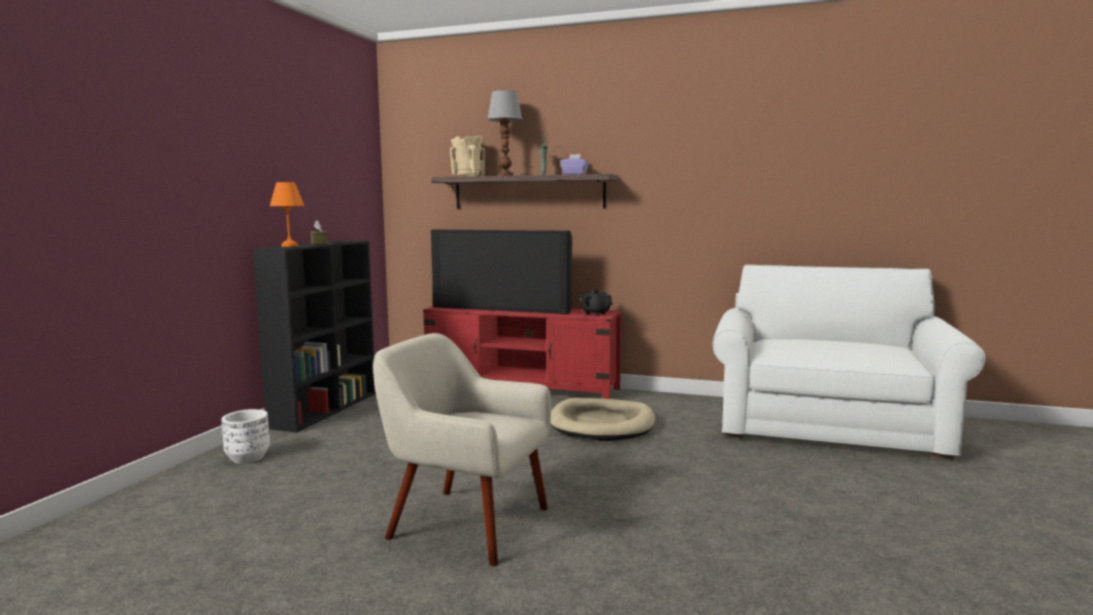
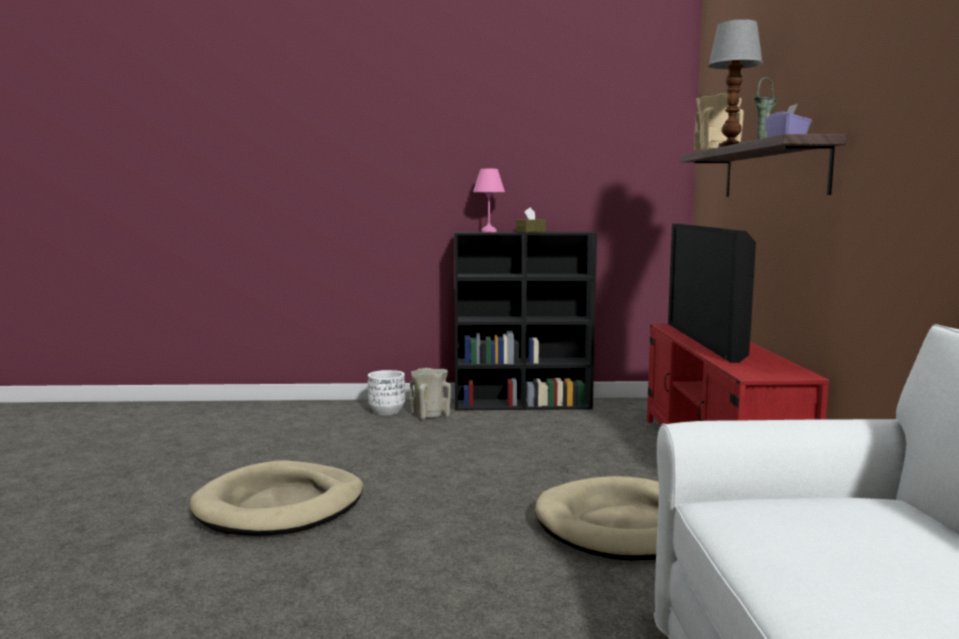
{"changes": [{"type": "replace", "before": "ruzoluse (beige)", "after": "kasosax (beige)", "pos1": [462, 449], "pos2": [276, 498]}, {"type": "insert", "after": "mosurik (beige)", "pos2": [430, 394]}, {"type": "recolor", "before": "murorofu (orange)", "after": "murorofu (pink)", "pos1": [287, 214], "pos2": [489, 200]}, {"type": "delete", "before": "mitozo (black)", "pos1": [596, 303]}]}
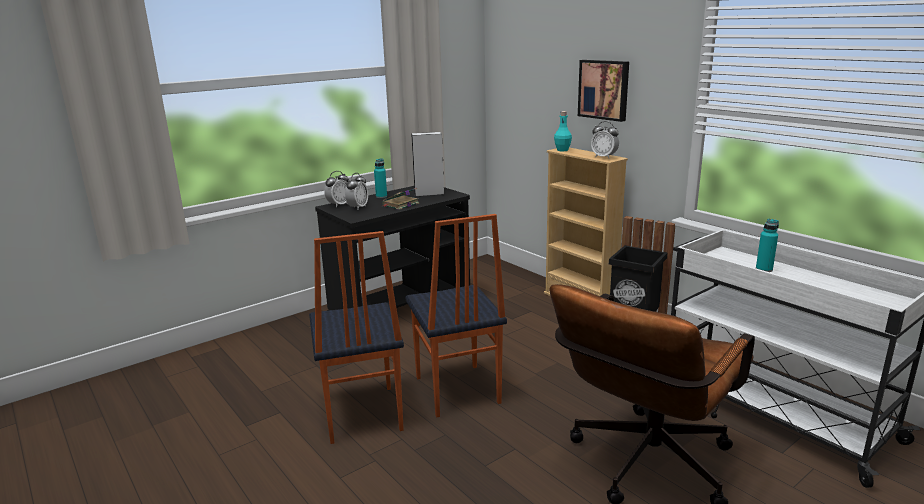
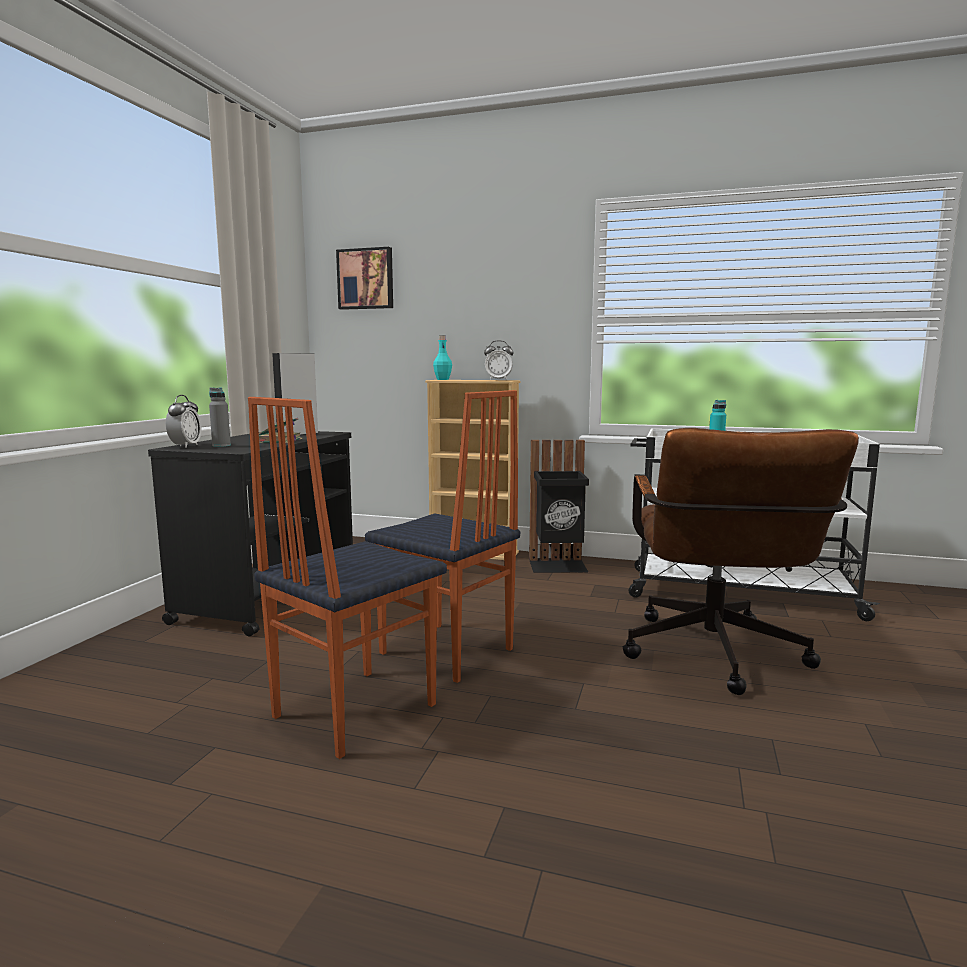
{"changes": [{"type": "replace", "before": "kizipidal", "after": "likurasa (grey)", "pos1": [356, 191], "pos2": [220, 417]}, {"type": "rotate", "before": "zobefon", "pos1": [356, 337], "pos2": [347, 578], "turn": 90}, {"type": "move", "before": "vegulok", "pos1": [603, 91], "pos2": [364, 278]}, {"type": "delete", "before": "likurasa (turquoise)", "pos1": [380, 178]}]}
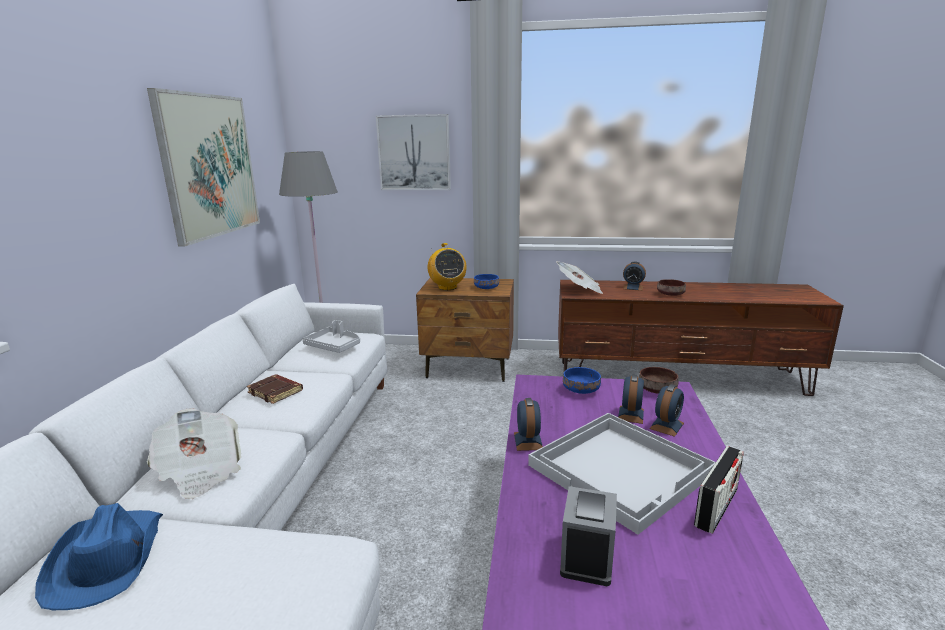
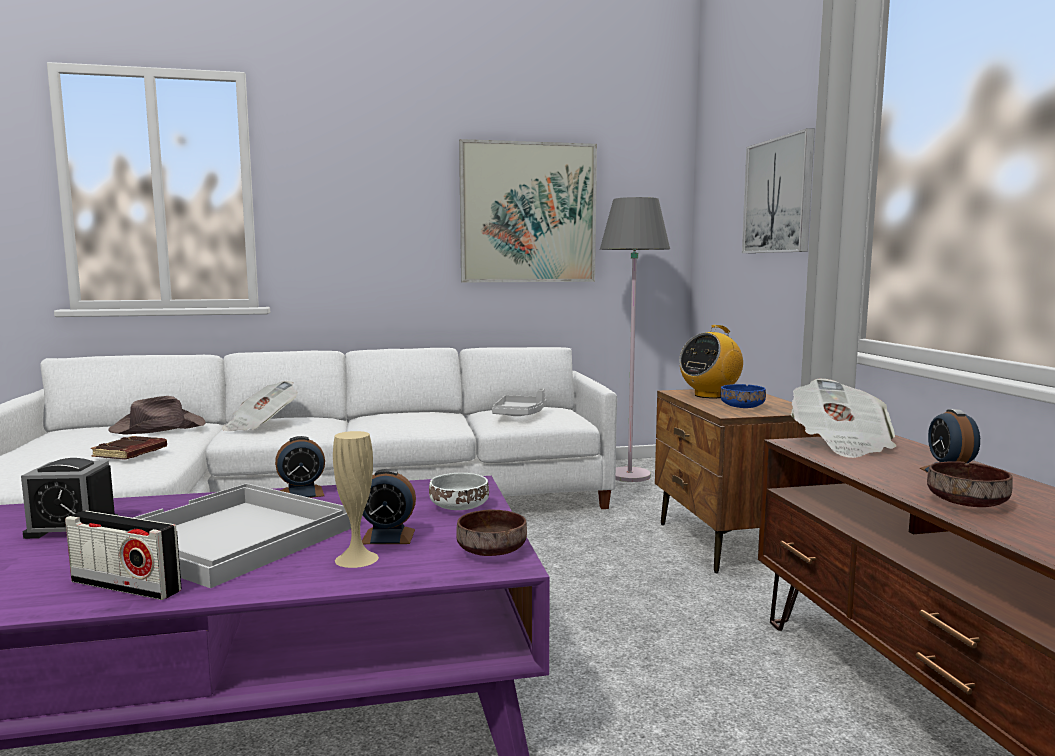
{"changes": [{"type": "move", "before": "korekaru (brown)", "pos1": [275, 389], "pos2": [129, 448]}, {"type": "recolor", "before": "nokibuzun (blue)", "after": "nokibuzun (brown)", "pos1": [99, 556], "pos2": [156, 415]}, {"type": "replace", "before": "kizipidal", "after": "mosurik (beige)", "pos1": [667, 410], "pos2": [356, 499]}, {"type": "recolor", "before": "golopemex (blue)", "after": "golopemex (white)", "pos1": [582, 380], "pos2": [459, 491]}]}
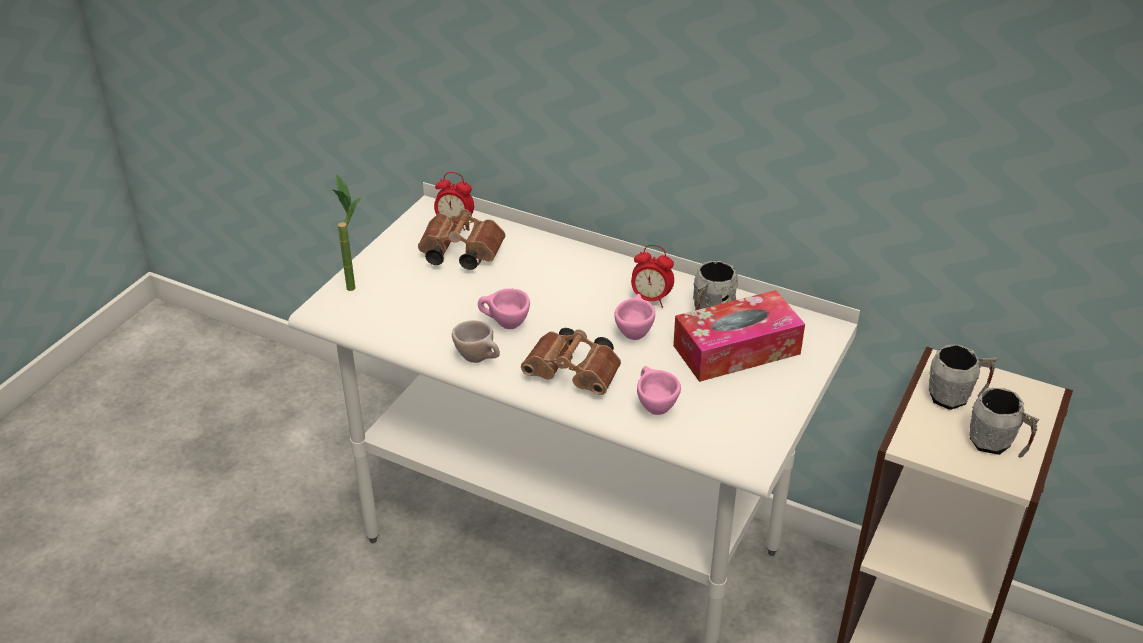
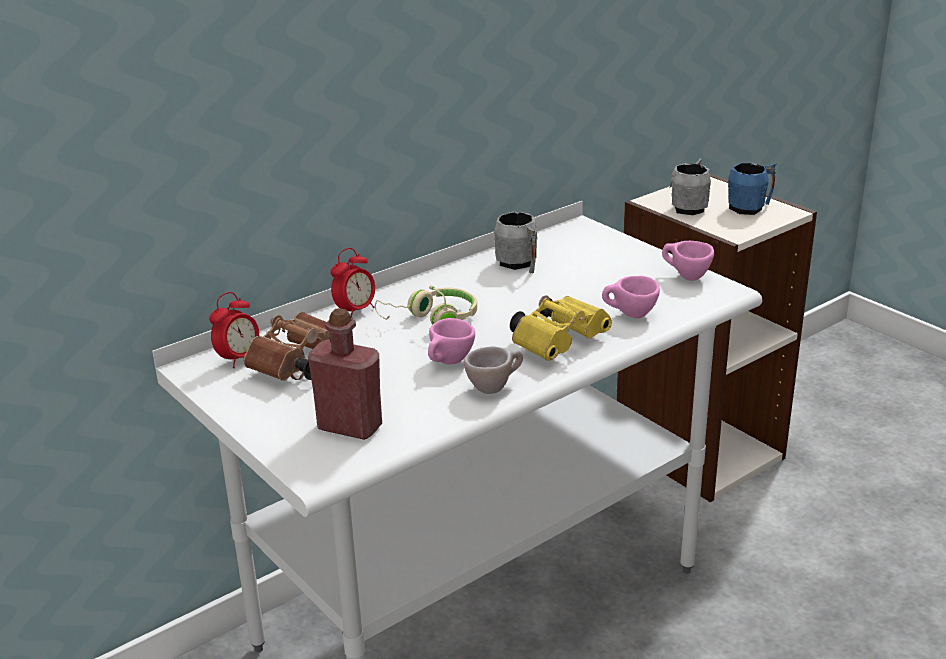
{"changes": [{"type": "insert", "after": "likurasa (red)", "pos2": [345, 374]}, {"type": "move", "before": "kizipidal", "pos1": [652, 276], "pos2": [353, 283]}, {"type": "insert", "after": "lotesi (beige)", "pos2": [426, 305]}, {"type": "recolor", "before": "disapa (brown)", "after": "disapa (yellow)", "pos1": [571, 361], "pos2": [561, 328]}, {"type": "move", "before": "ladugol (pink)", "pos1": [634, 317], "pos2": [688, 261]}, {"type": "recolor", "before": "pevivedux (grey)", "after": "pevivedux (blue)", "pos1": [1004, 423], "pos2": [752, 189]}, {"type": "delete", "before": "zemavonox", "pos1": [346, 232]}, {"type": "delete", "before": "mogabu", "pos1": [739, 336]}]}
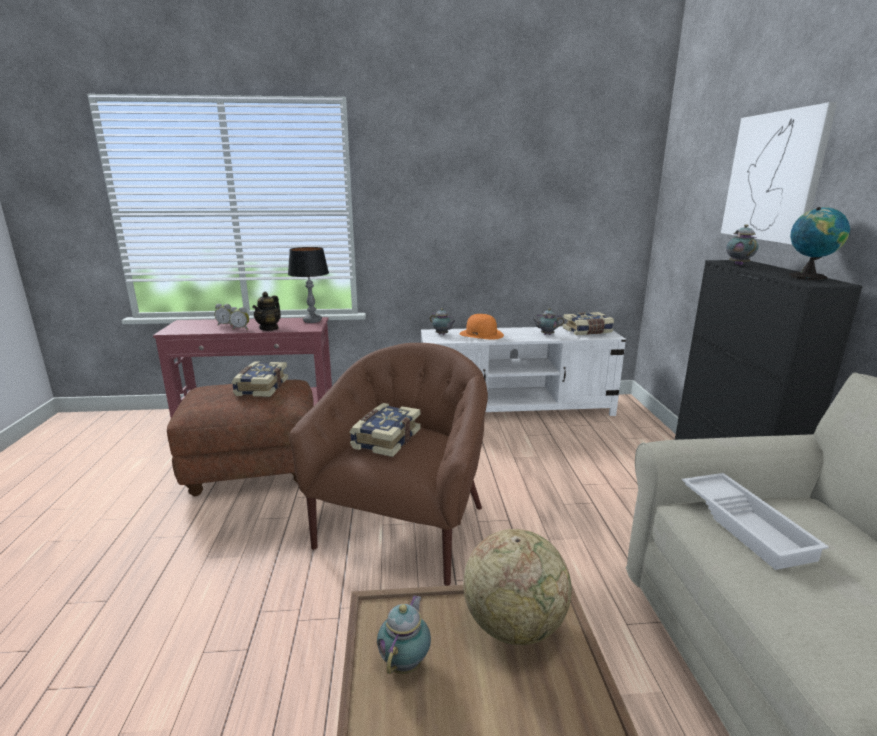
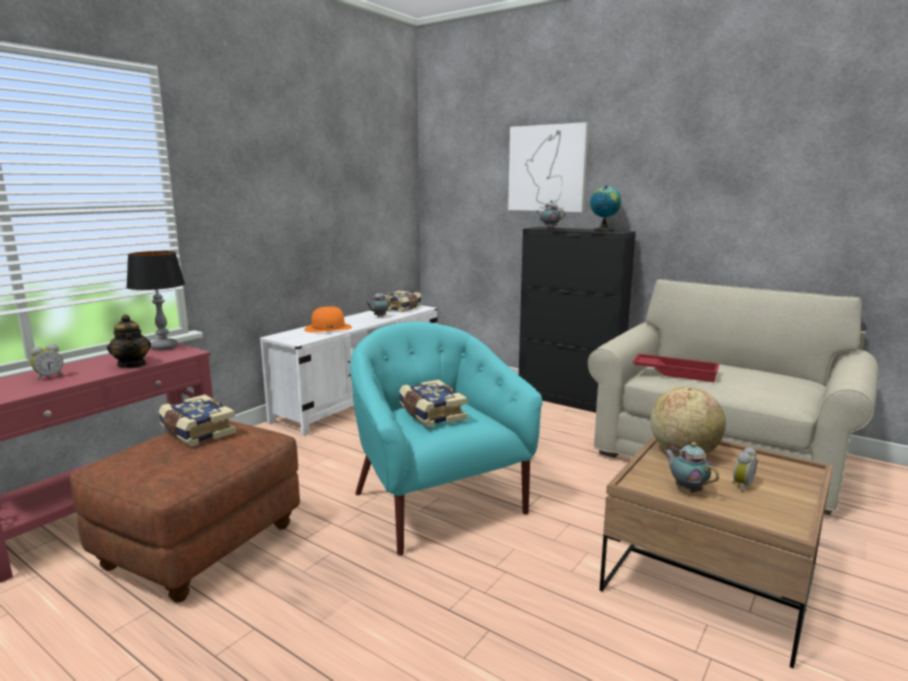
{"changes": [{"type": "recolor", "before": "ruzoluse (brown)", "after": "ruzoluse (turquoise)", "pos1": [388, 464], "pos2": [446, 439]}, {"type": "recolor", "before": "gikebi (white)", "after": "gikebi (red)", "pos1": [755, 521], "pos2": [675, 368]}, {"type": "move", "before": "kizipidal", "pos1": [239, 318], "pos2": [744, 469]}, {"type": "delete", "before": "mitozo", "pos1": [443, 321]}]}
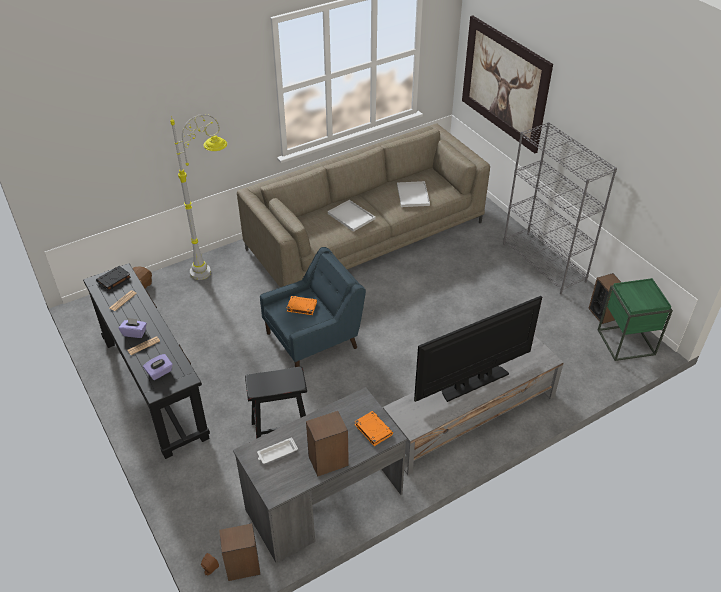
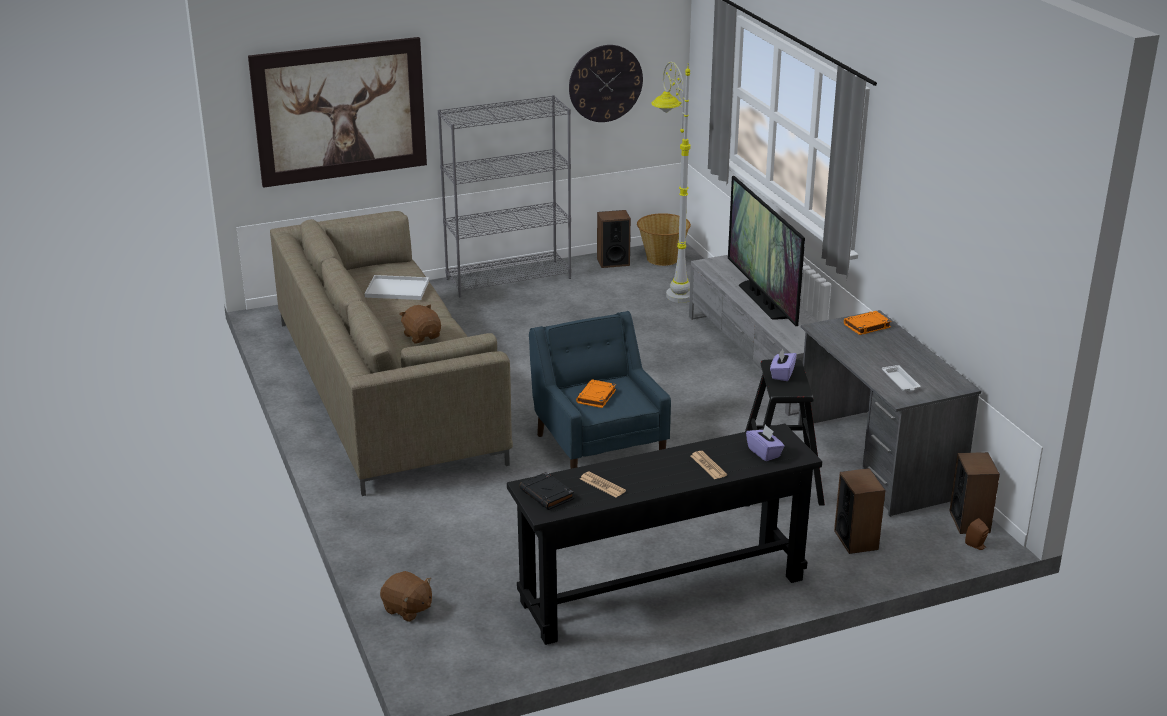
{"changes": [{"type": "replace", "before": "gikebi (white)", "after": "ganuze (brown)", "pos1": [351, 216], "pos2": [420, 323]}, {"type": "insert", "after": "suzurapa", "pos2": [606, 83]}, {"type": "replace", "before": "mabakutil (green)", "after": "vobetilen", "pos1": [635, 319], "pos2": [664, 239]}, {"type": "move", "before": "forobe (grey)", "pos1": [198, 197], "pos2": [670, 182]}, {"type": "move", "before": "mogabu (purple)", "pos1": [133, 327], "pos2": [783, 364]}, {"type": "move", "before": "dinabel", "pos1": [327, 444], "pos2": [859, 511]}]}
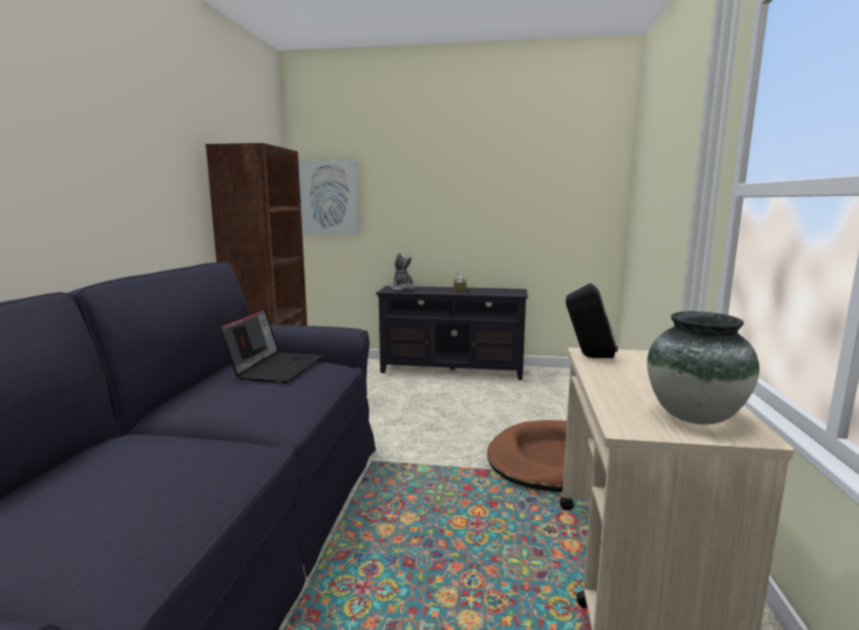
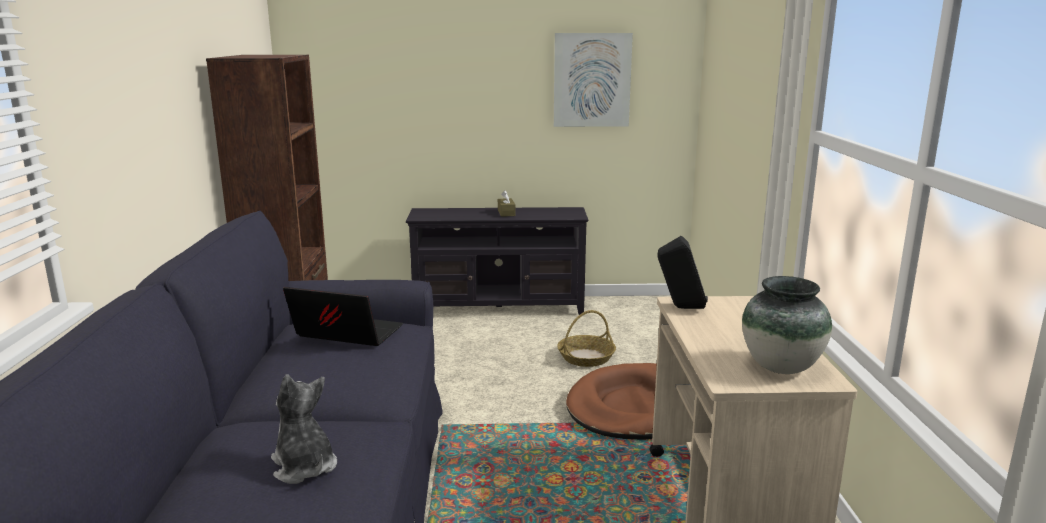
{"changes": [{"type": "move", "before": "ganuze", "pos1": [402, 272], "pos2": [304, 429]}, {"type": "rotate", "before": "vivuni", "pos1": [271, 345], "pos2": [343, 316], "turn": -75}, {"type": "move", "before": "vegulok", "pos1": [329, 197], "pos2": [593, 80]}, {"type": "insert", "after": "vobetilen", "pos2": [586, 338]}]}
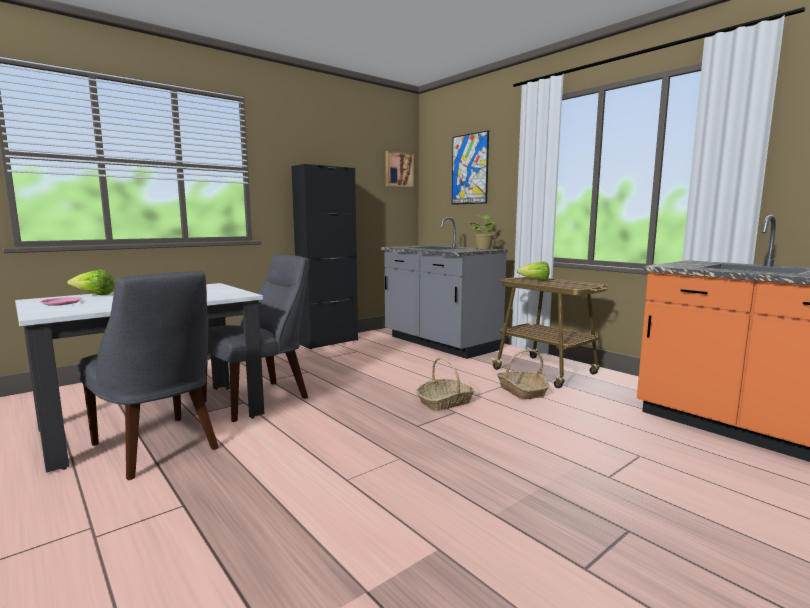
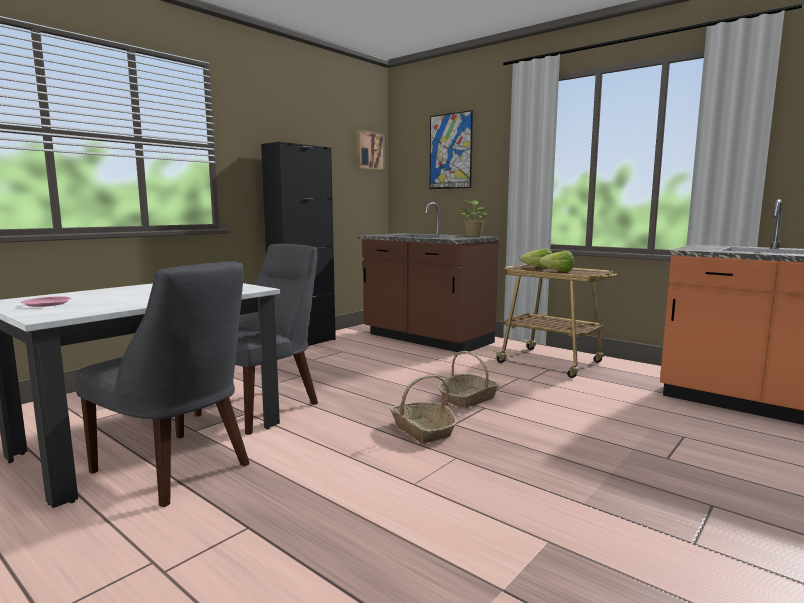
{"changes": [{"type": "recolor", "before": "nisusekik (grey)", "after": "nisusekik (brown)", "pos1": [444, 288], "pos2": [429, 278]}, {"type": "move", "before": "vobetilen", "pos1": [523, 374], "pos2": [423, 409]}, {"type": "move", "before": "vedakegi", "pos1": [90, 282], "pos2": [556, 261]}]}
